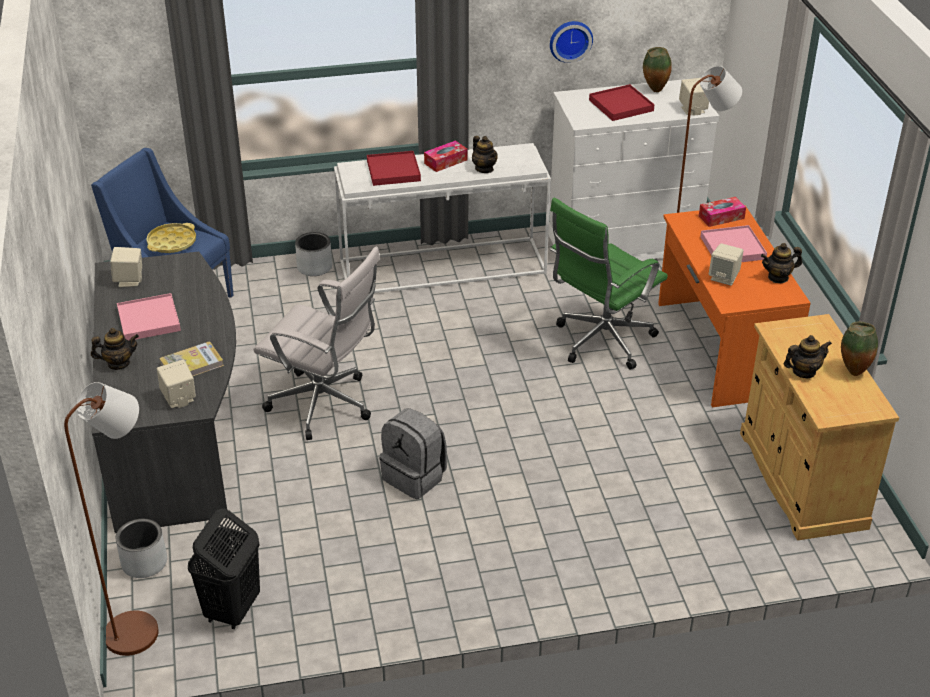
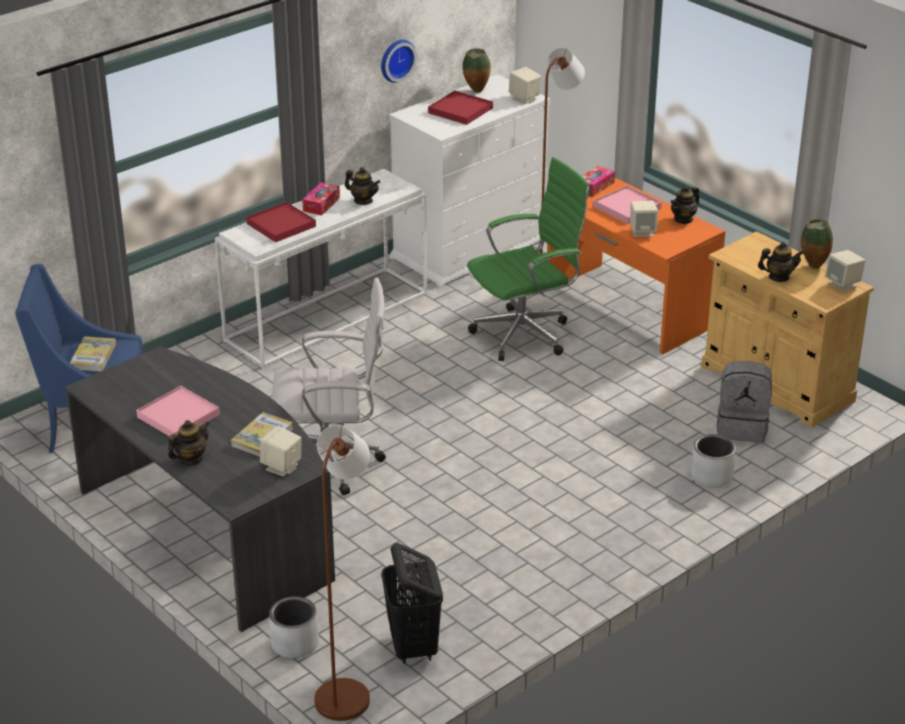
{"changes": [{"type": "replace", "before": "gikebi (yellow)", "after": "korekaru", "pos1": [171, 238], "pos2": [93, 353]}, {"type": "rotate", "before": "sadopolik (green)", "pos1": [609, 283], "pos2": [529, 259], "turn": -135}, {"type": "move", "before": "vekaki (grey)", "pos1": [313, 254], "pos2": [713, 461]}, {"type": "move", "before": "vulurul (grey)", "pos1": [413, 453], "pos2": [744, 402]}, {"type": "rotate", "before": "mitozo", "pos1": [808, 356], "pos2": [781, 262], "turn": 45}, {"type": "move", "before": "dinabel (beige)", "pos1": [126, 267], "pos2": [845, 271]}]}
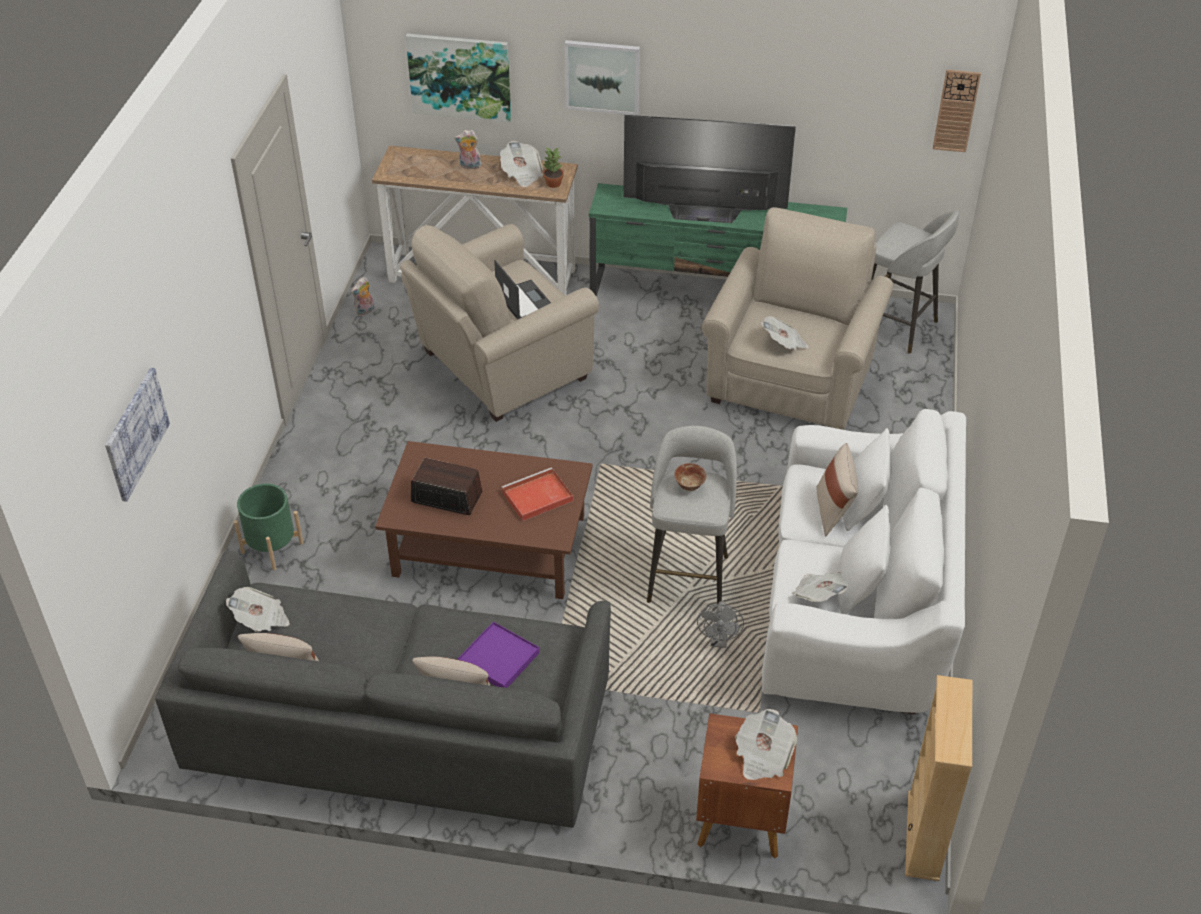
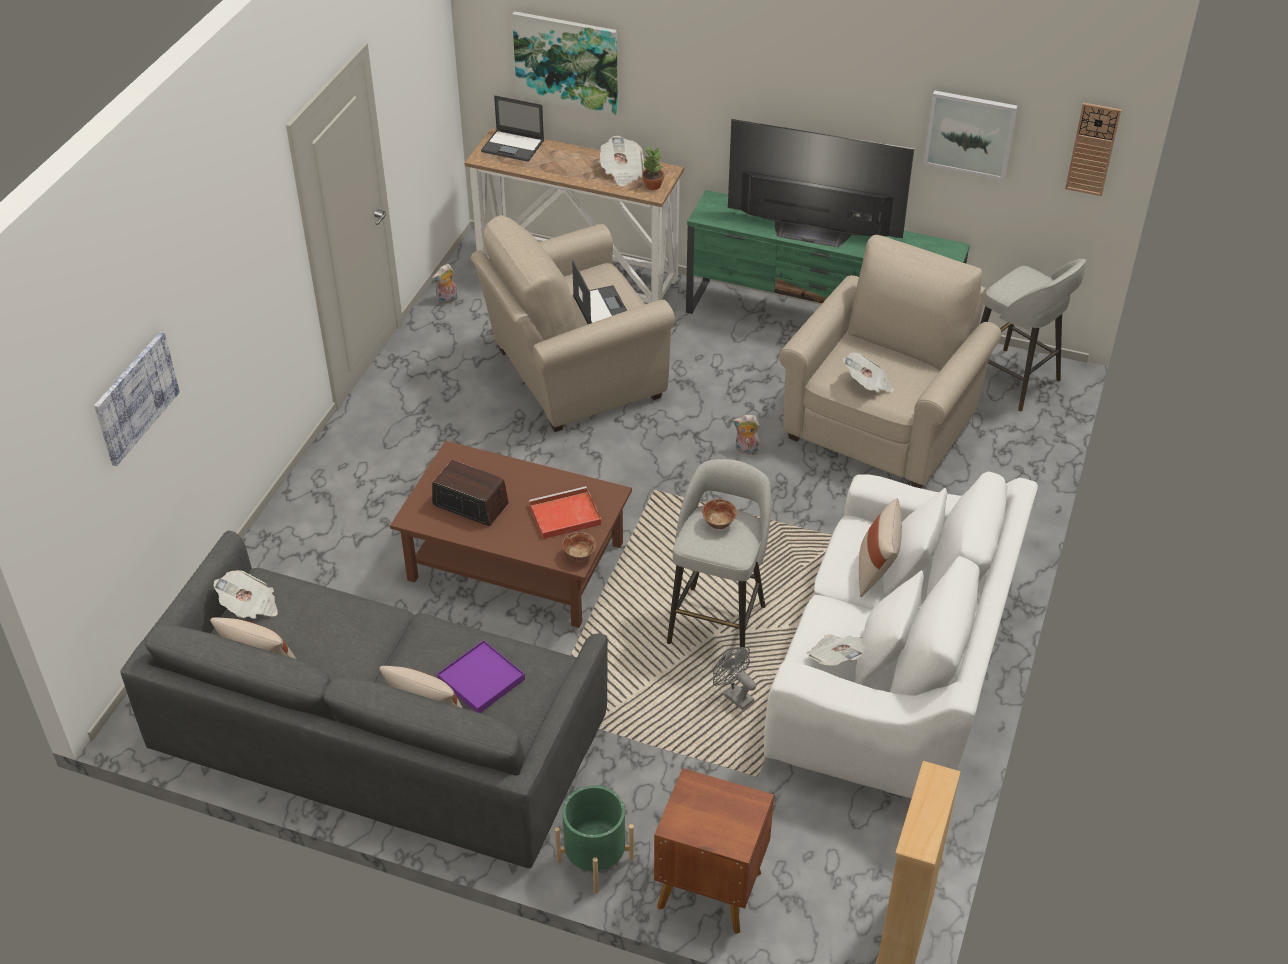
{"changes": [{"type": "insert", "after": "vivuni", "pos2": [512, 128]}, {"type": "move", "before": "vekaki (green)", "pos1": [269, 527], "pos2": [594, 839]}, {"type": "insert", "after": "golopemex", "pos2": [579, 546]}, {"type": "rotate", "before": "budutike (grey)", "pos1": [720, 624], "pos2": [734, 678], "turn": 120}, {"type": "move", "before": "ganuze", "pos1": [467, 149], "pos2": [746, 434]}, {"type": "move", "before": "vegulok", "pos1": [602, 78], "pos2": [970, 135]}, {"type": "delete", "before": "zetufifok", "pos1": [766, 744]}]}
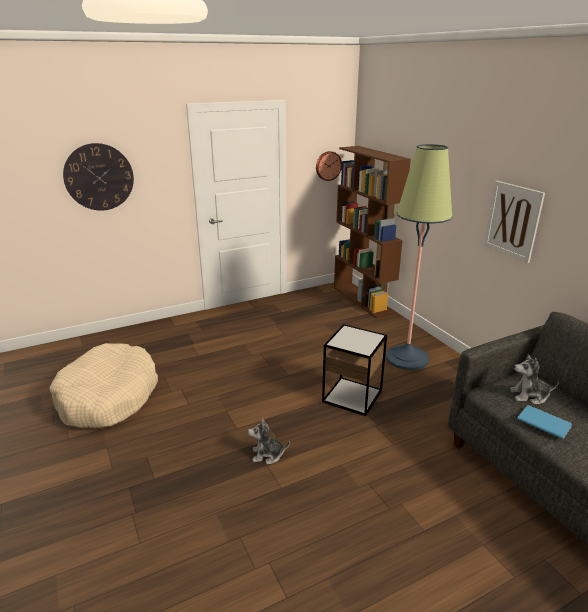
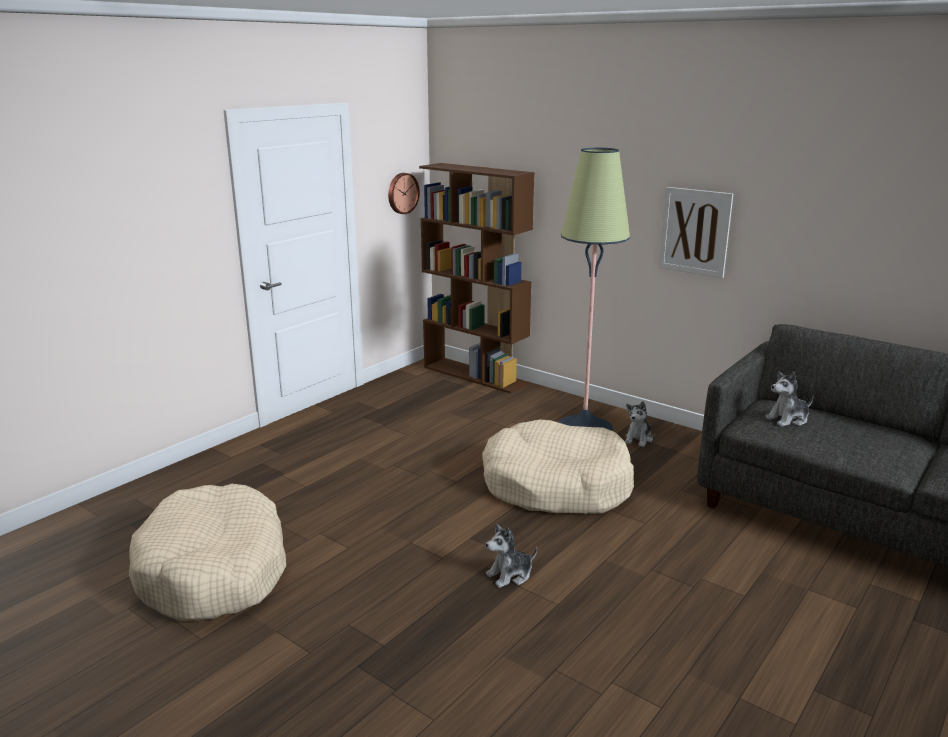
{"changes": [{"type": "replace", "before": "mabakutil", "after": "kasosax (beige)", "pos1": [354, 370], "pos2": [558, 466]}, {"type": "insert", "after": "ganuze", "pos2": [639, 424]}, {"type": "delete", "before": "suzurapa", "pos1": [98, 177]}, {"type": "delete", "before": "korekaru (blue)", "pos1": [544, 422]}]}
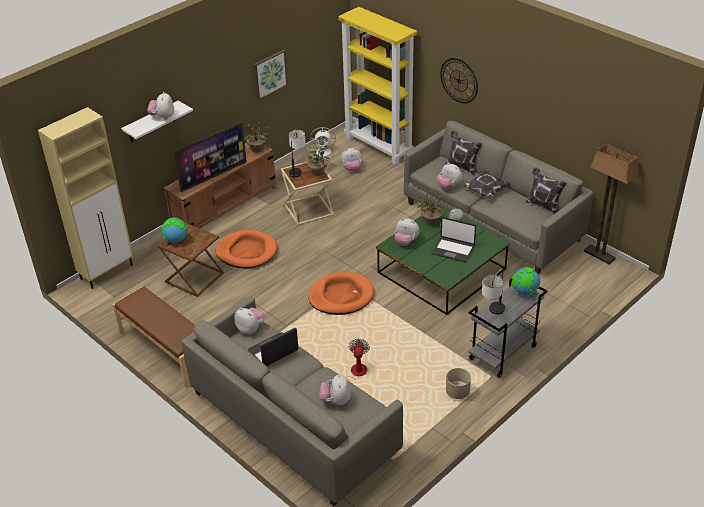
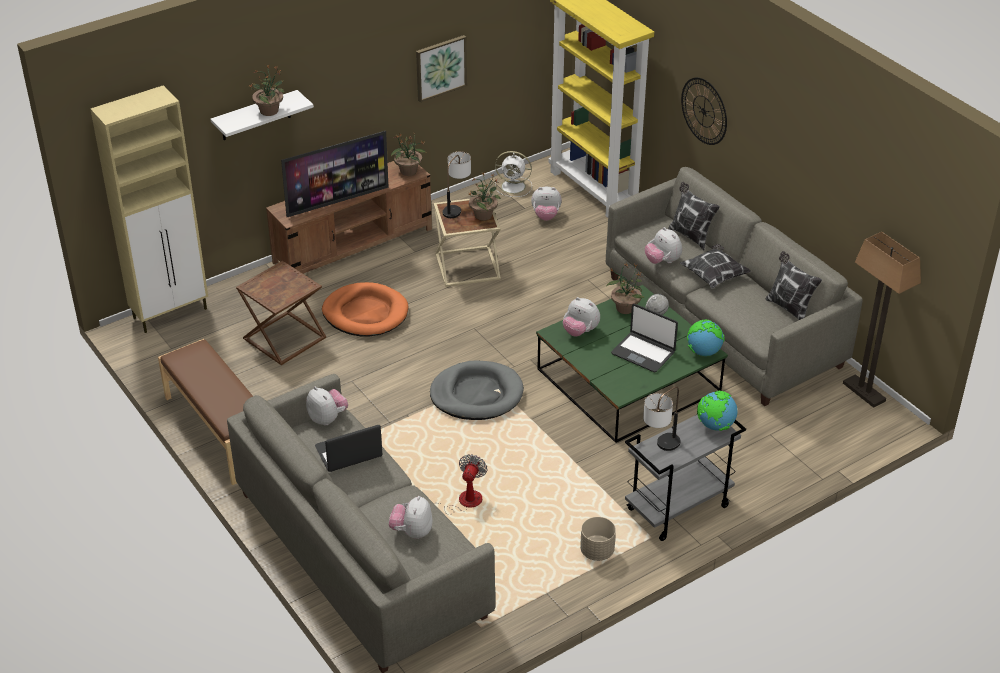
{"changes": [{"type": "replace", "before": "ganuze", "after": "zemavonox", "pos1": [160, 106], "pos2": [267, 90]}, {"type": "recolor", "before": "kasosax (orange)", "after": "kasosax (grey)", "pos1": [341, 293], "pos2": [477, 390]}, {"type": "move", "before": "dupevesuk", "pos1": [175, 230], "pos2": [706, 338]}]}
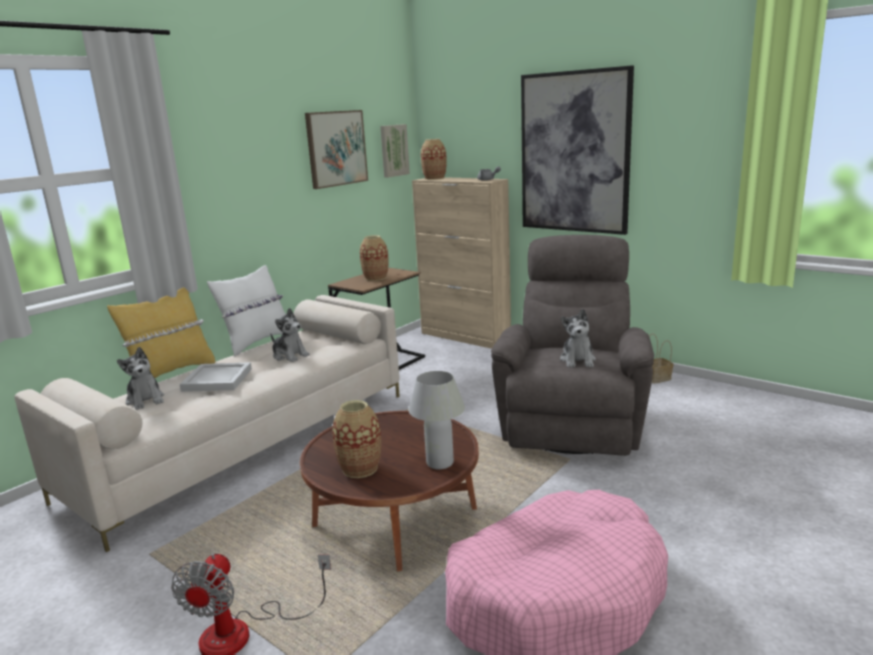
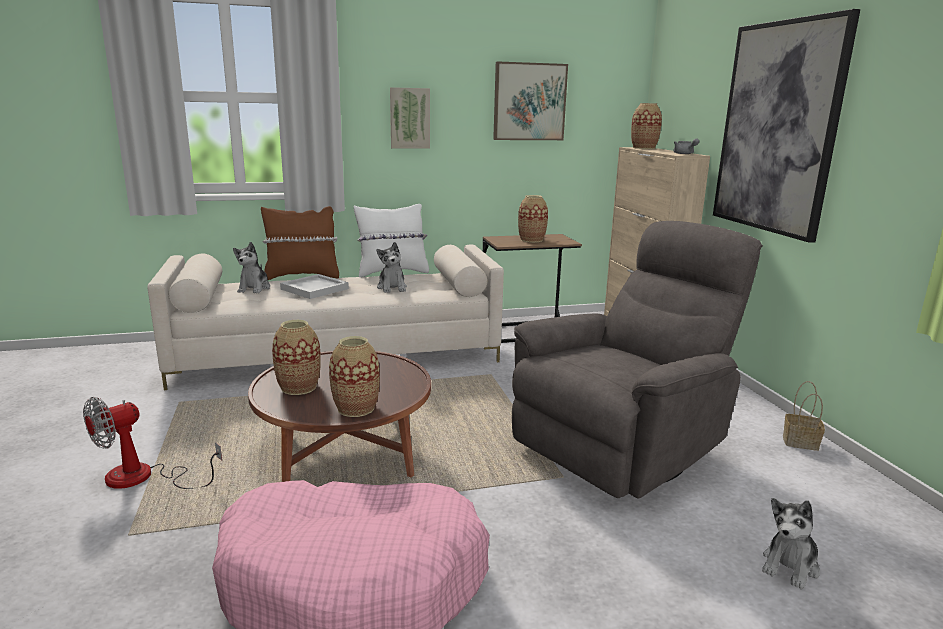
{"changes": [{"type": "recolor", "before": "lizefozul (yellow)", "after": "lizefozul (brown)", "pos1": [161, 332], "pos2": [300, 243]}, {"type": "replace", "before": "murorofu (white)", "after": "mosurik", "pos1": [437, 420], "pos2": [354, 376]}, {"type": "move", "before": "vegulok", "pos1": [395, 151], "pos2": [410, 117]}, {"type": "move", "before": "ganuze", "pos1": [578, 338], "pos2": [791, 543]}]}
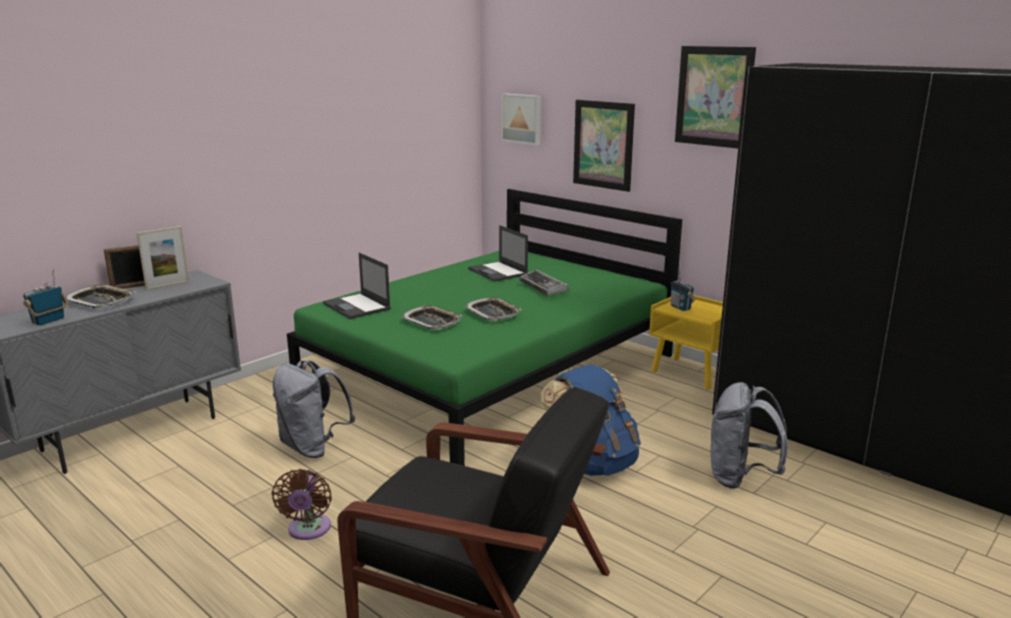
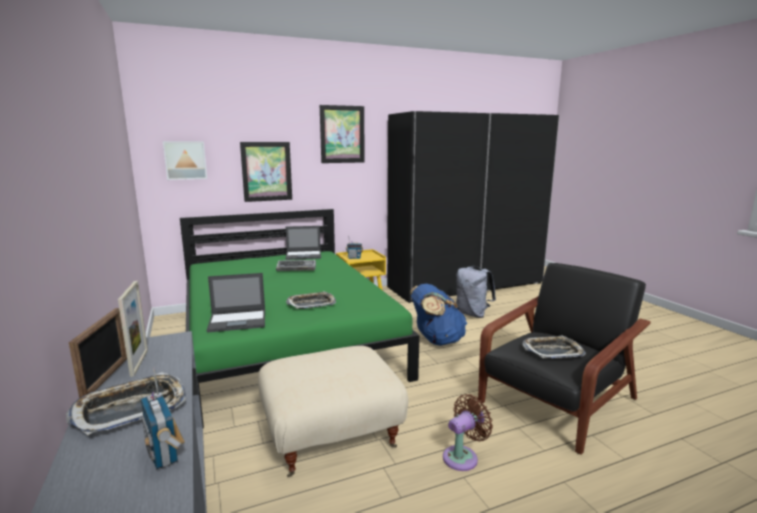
{"changes": [{"type": "replace", "before": "vulurul (grey)", "after": "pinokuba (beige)", "pos1": [314, 409], "pos2": [333, 412]}, {"type": "move", "before": "vivuni", "pos1": [498, 253], "pos2": [303, 243]}, {"type": "rotate", "before": "budutike (brown)", "pos1": [302, 504], "pos2": [468, 432], "turn": -60}, {"type": "move", "before": "gikebi", "pos1": [492, 309], "pos2": [554, 347]}]}
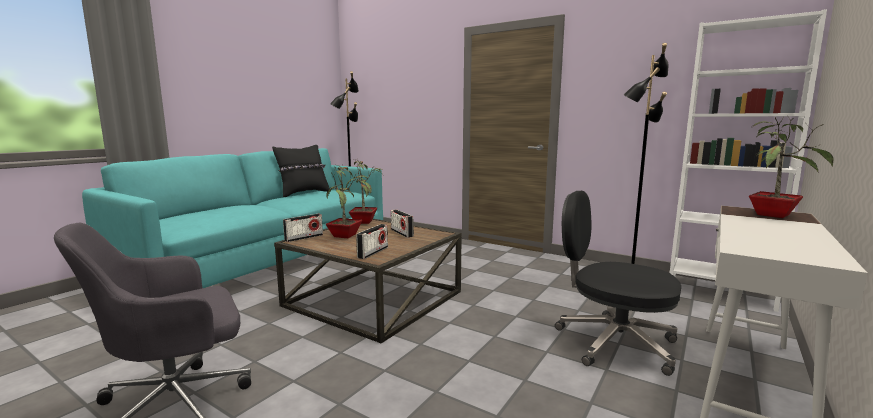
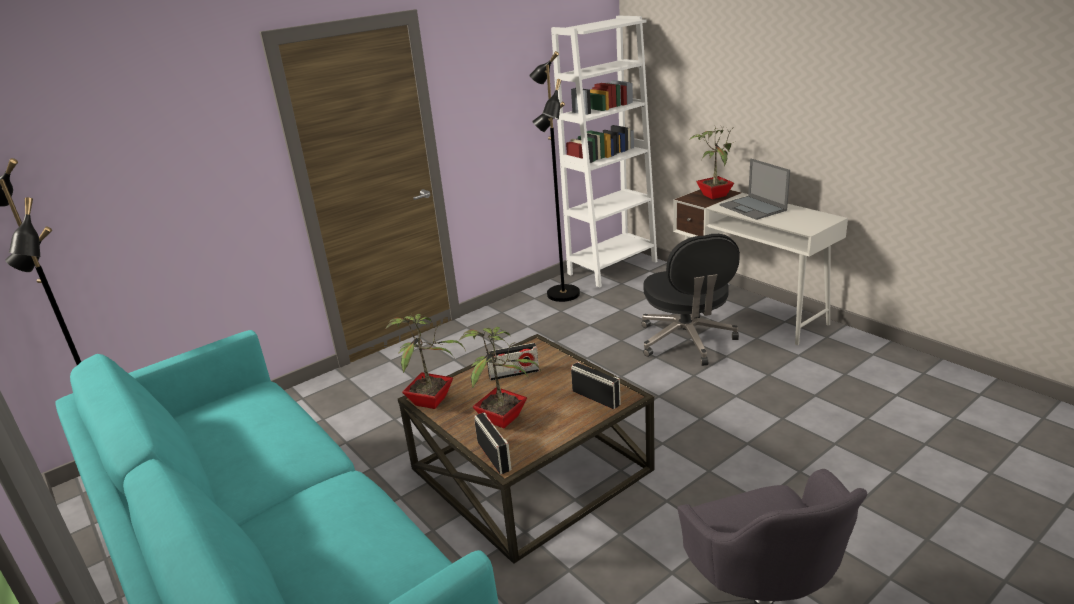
{"changes": [{"type": "rotate", "before": "sadopolik (black)", "pos1": [618, 283], "pos2": [690, 300], "turn": -60}, {"type": "insert", "after": "vivuni", "pos2": [755, 189]}, {"type": "delete", "before": "lizefozul (black)", "pos1": [301, 171]}]}
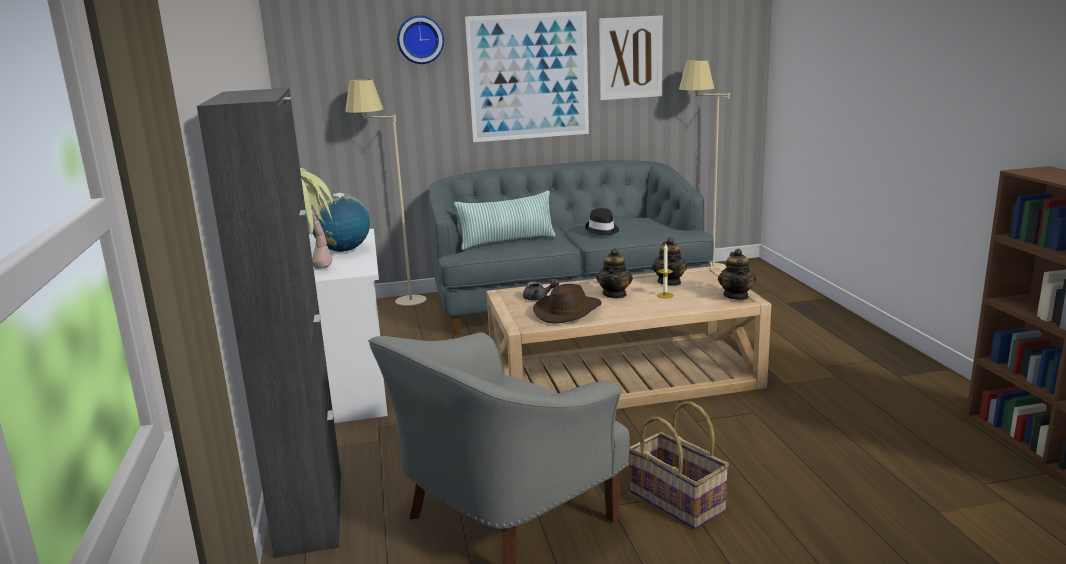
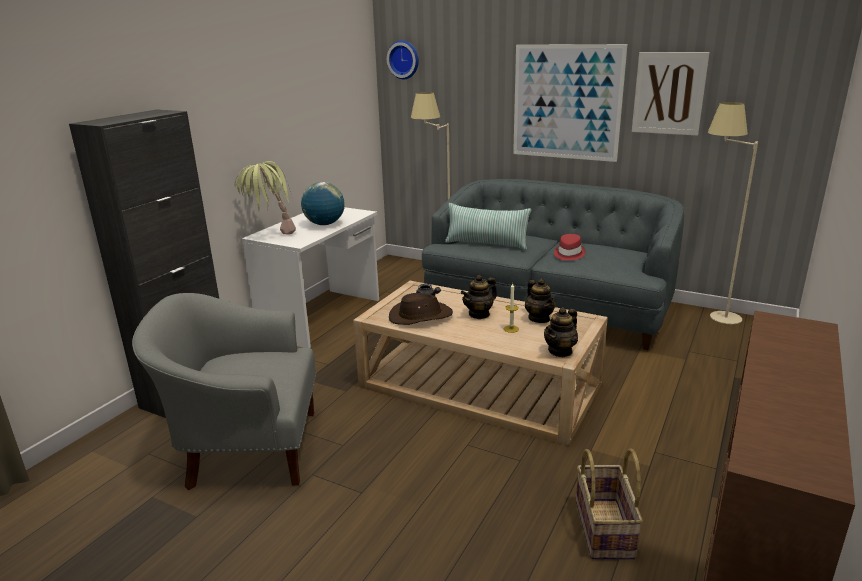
{"changes": [{"type": "move", "before": "suzurapa", "pos1": [420, 39], "pos2": [403, 59]}, {"type": "rotate", "before": "mitozo", "pos1": [669, 262], "pos2": [540, 301], "turn": -60}, {"type": "recolor", "before": "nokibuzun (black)", "after": "nokibuzun (red)", "pos1": [602, 221], "pos2": [569, 247]}, {"type": "move", "before": "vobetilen", "pos1": [679, 465], "pos2": [609, 504]}]}
